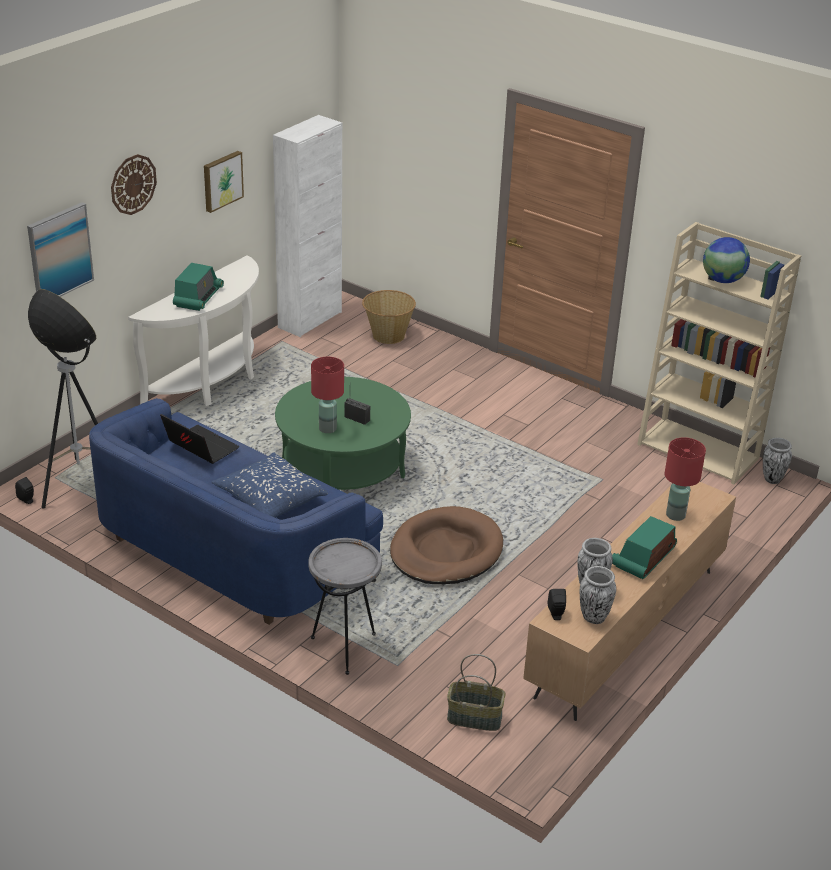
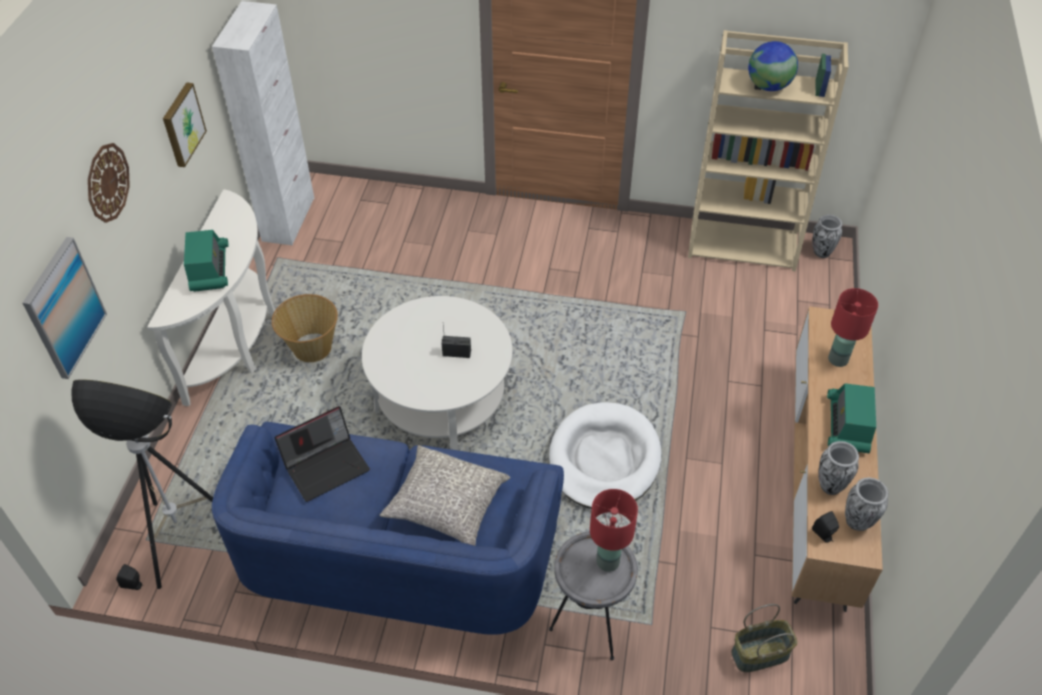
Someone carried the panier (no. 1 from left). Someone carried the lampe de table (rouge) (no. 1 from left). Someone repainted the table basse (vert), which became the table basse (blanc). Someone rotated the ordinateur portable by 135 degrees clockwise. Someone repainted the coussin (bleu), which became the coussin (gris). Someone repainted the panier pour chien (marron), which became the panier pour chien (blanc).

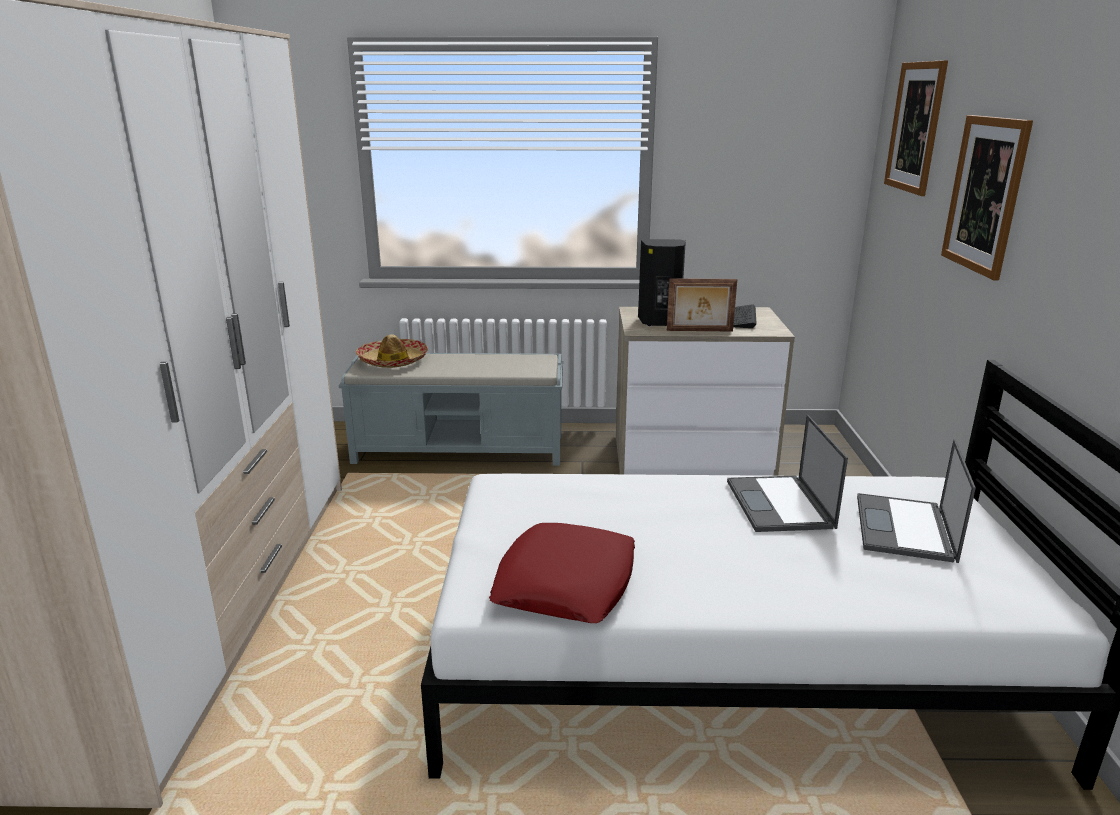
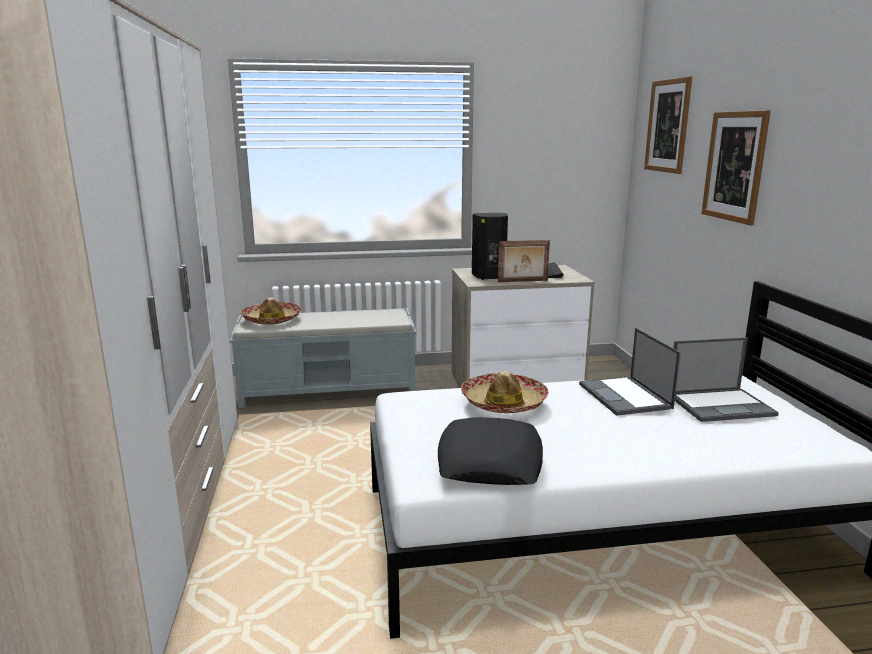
Someone rotated the ordinateur portable (no. 2 from left) by 105 degrees counterclockwise. Someone repainted the coussin (rouge), which became the coussin (noir). Someone put down the chapeau (no. 2 from left).

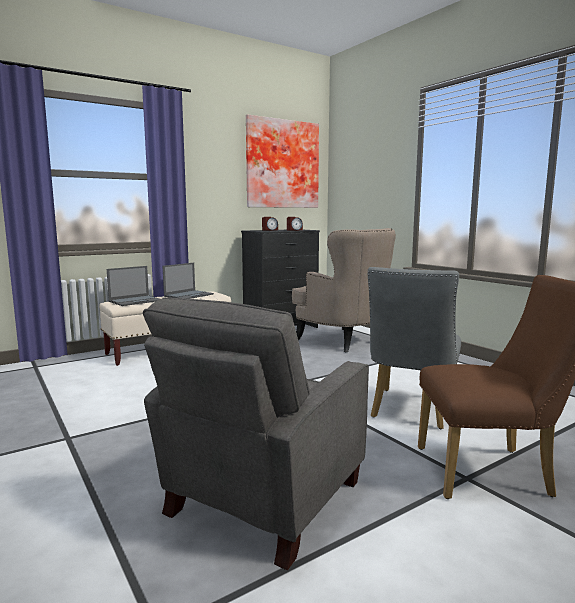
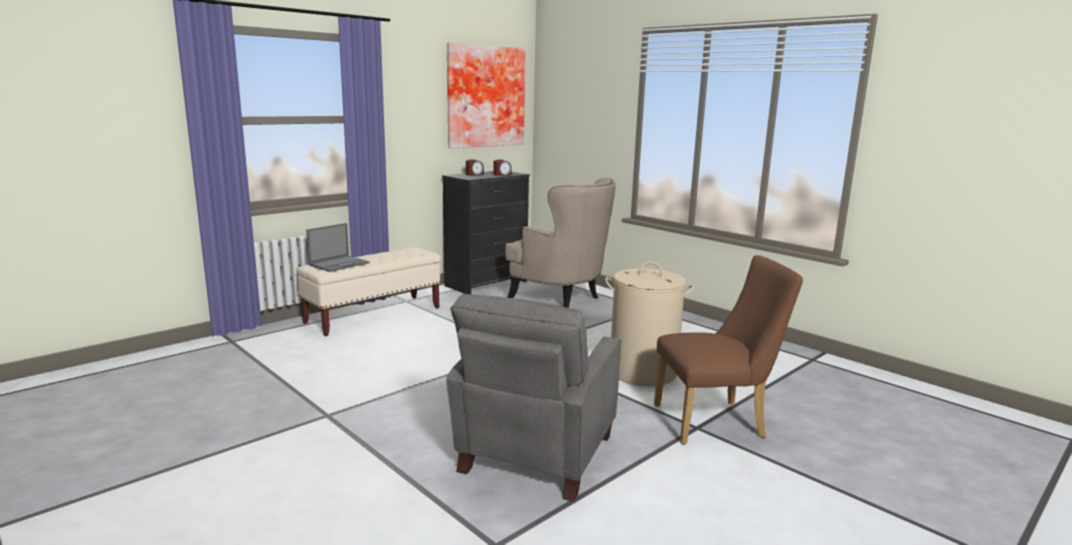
Someone took away the ordinateur portable (no. 2 from left). Someone swapped the chaise (gris) for the panier à linge (beige).

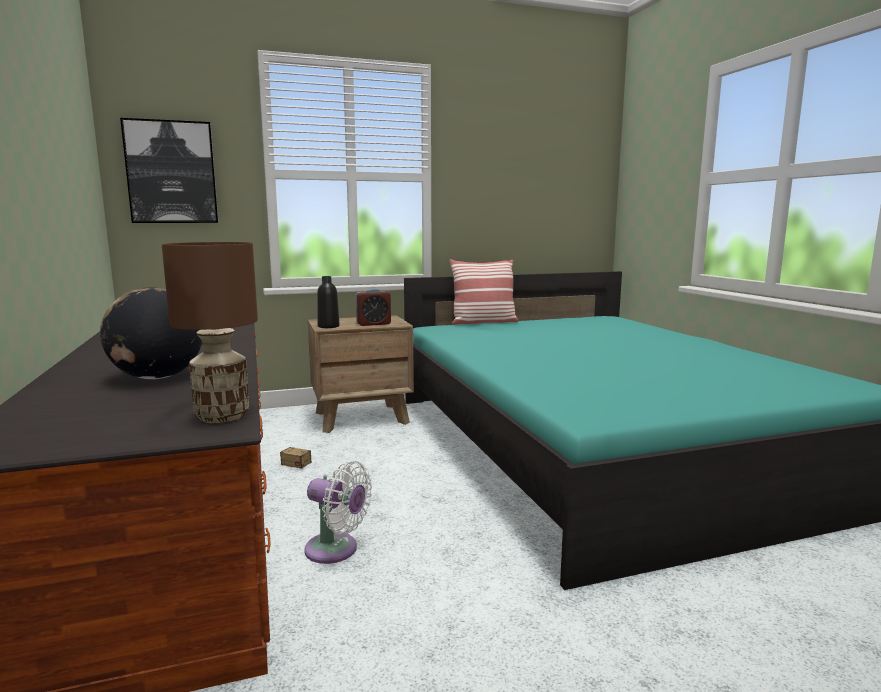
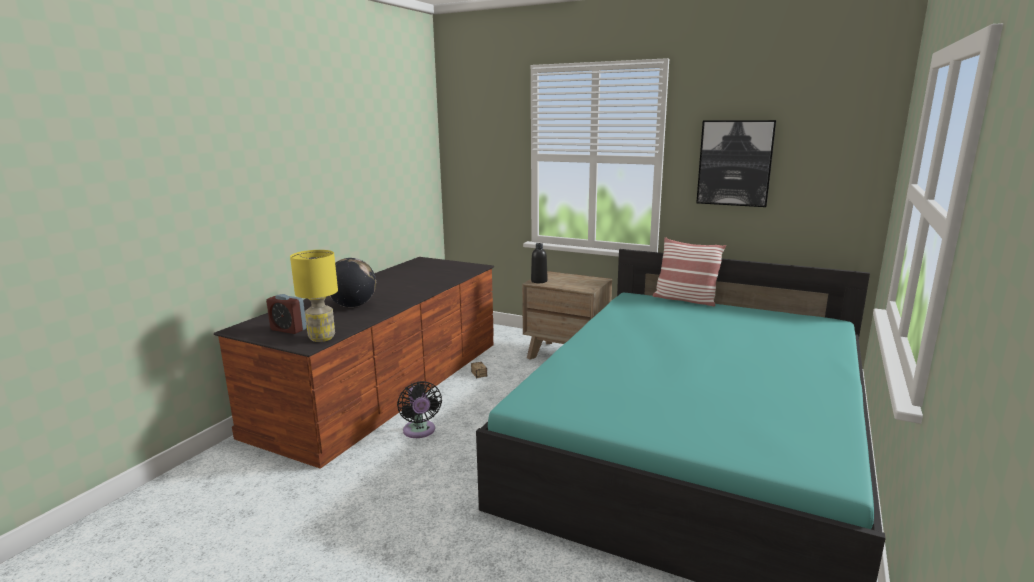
Someone carried the tableau. Someone repainted the lampe de table (marron), which became the lampe de table (jaune). Someone carried the réveil. Someone repainted the ventilateur (blanc), which became the ventilateur (noir).

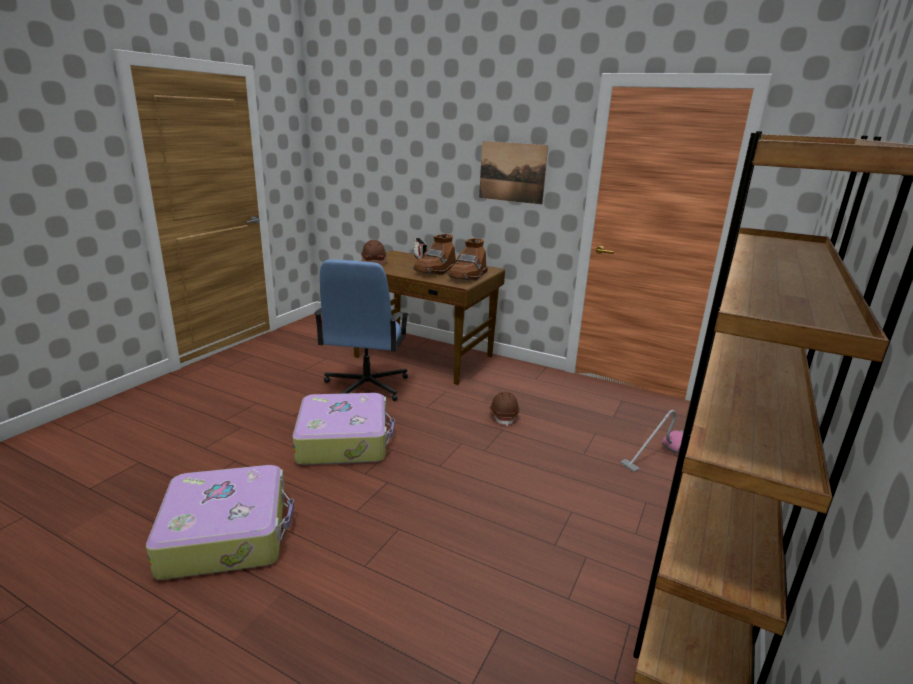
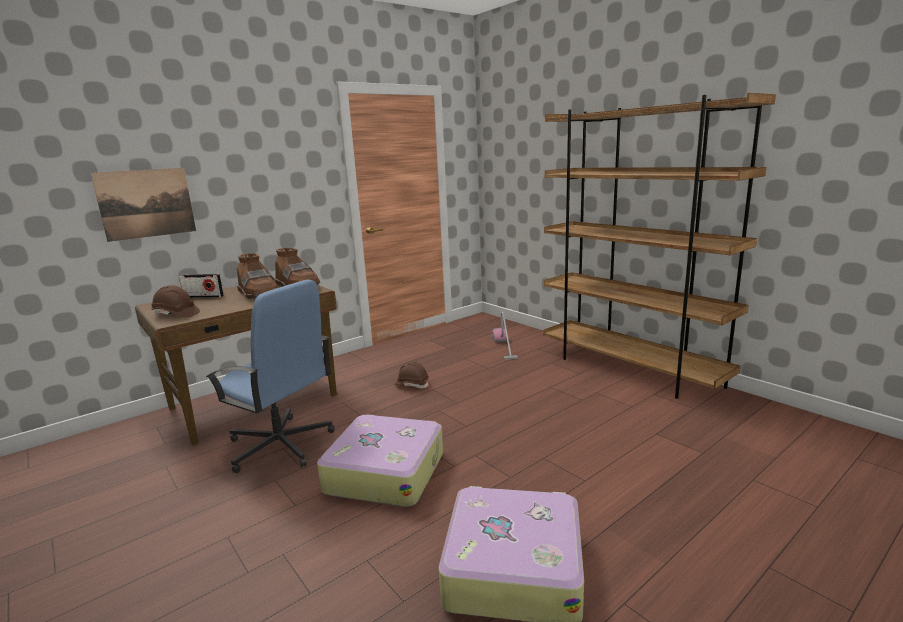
Someone carried the tableau.

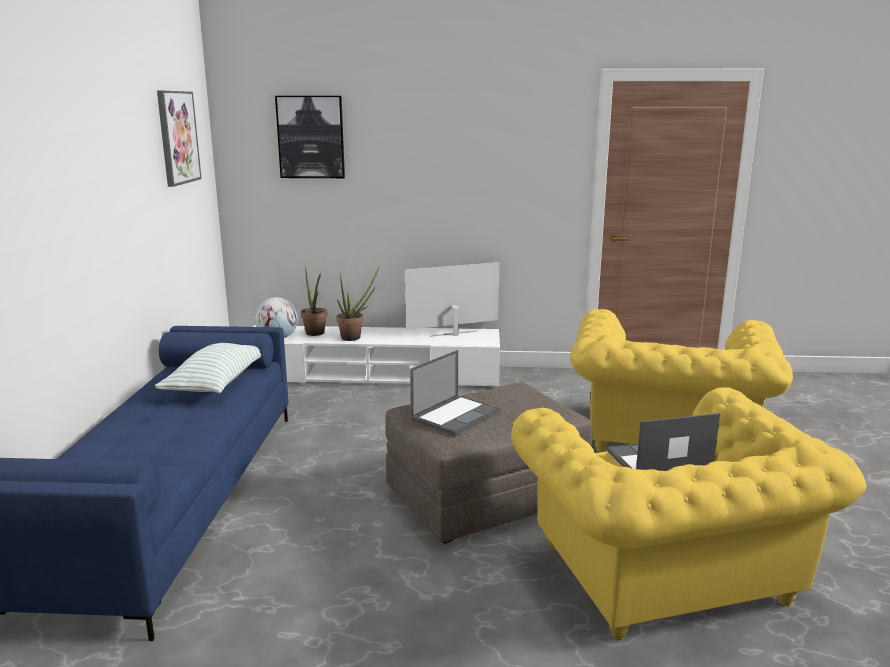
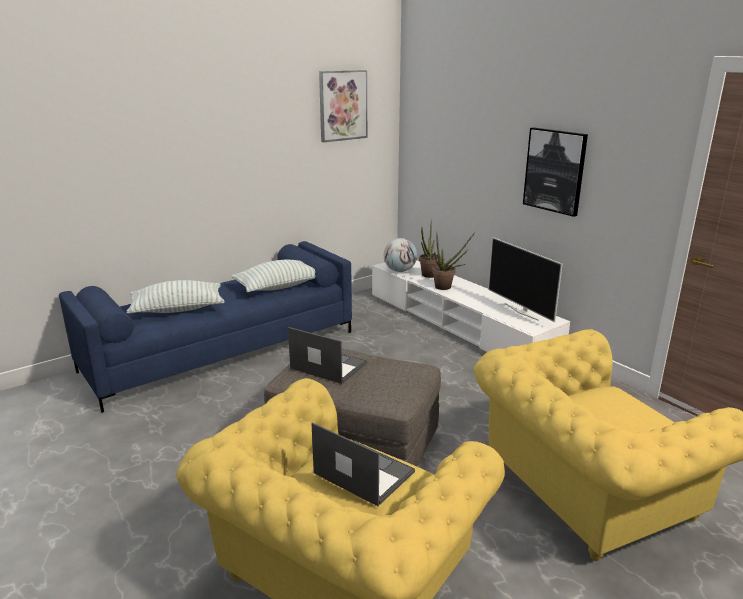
Someone carried the tableau (no. 2 from left). Someone rotated the téléviseur by 150 degrees counterclockwise. Someone rotated the ordinateur portable (no. 1 from left) by 150 degrees counterclockwise. Someone put down the coussin (no. 1 from left).

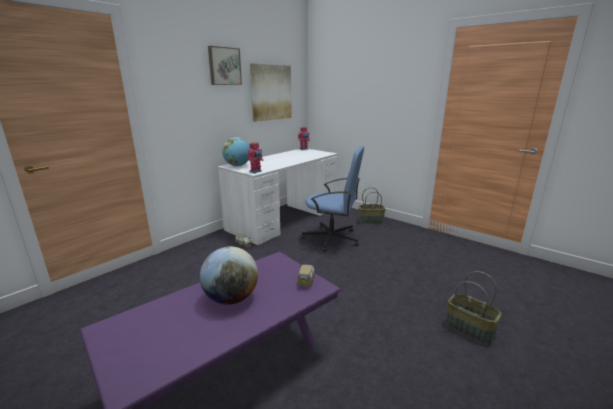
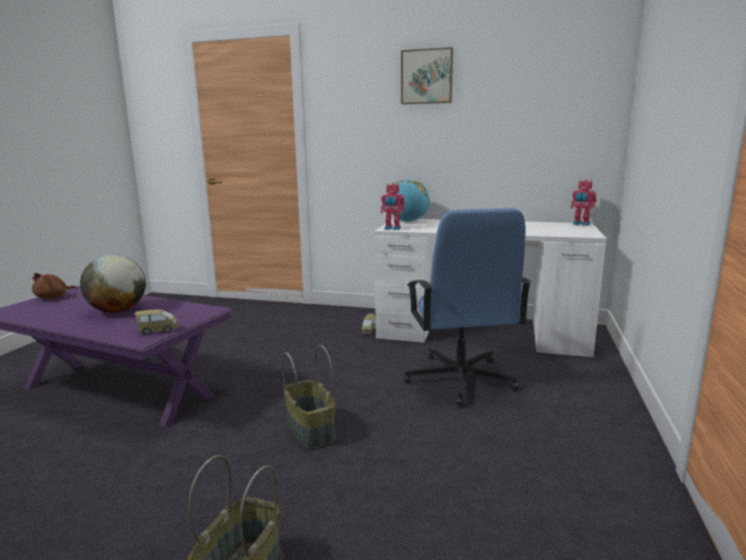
Someone took away the tableau (no. 2 from left). Someone carried the panier (no. 1 from left in the first image). Someone put down the peluche (marron).

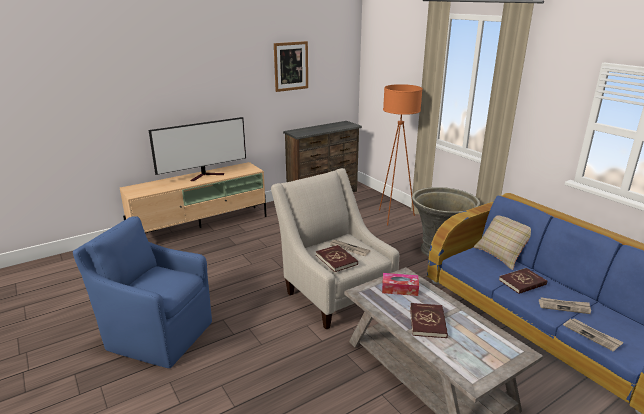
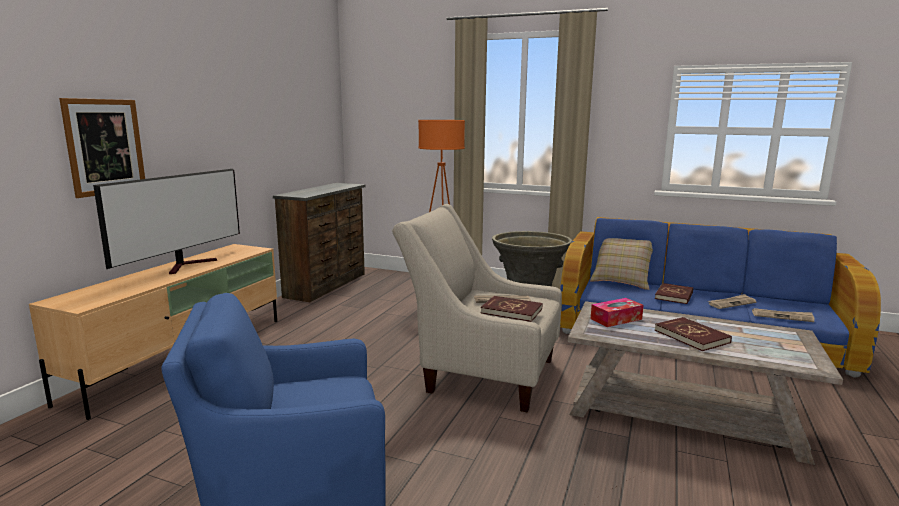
Someone carried the tableau.

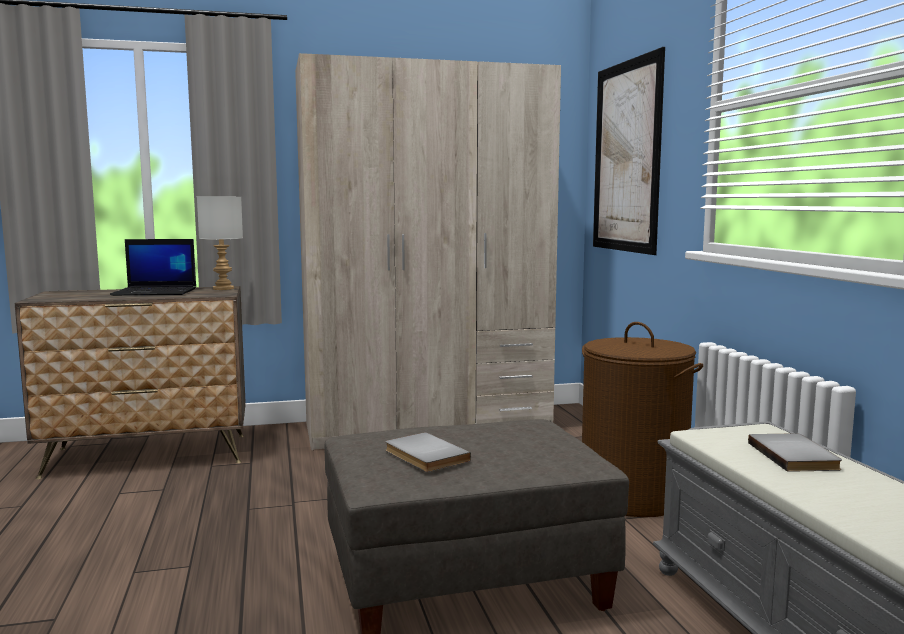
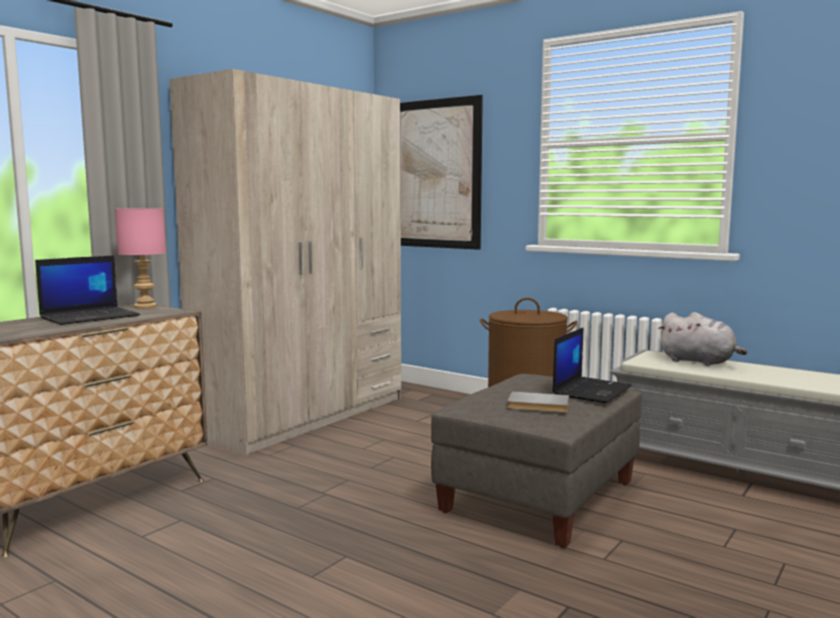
Someone repainted the lampe de table (gris), which became the lampe de table (rose). Someone swapped the livre (gris) (no. 2 from left) for the peluche (gris). Someone put down the ordinateur portable (no. 2 from left).

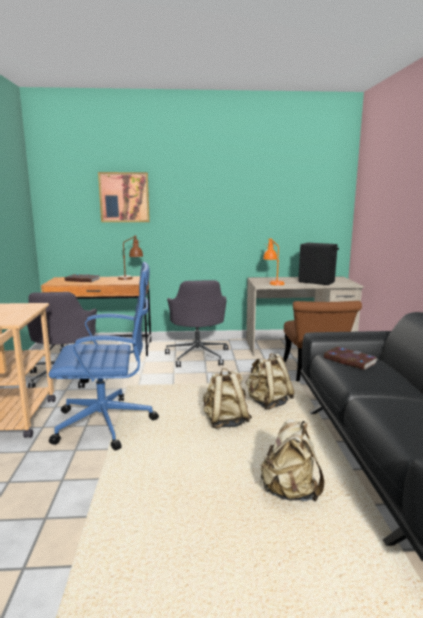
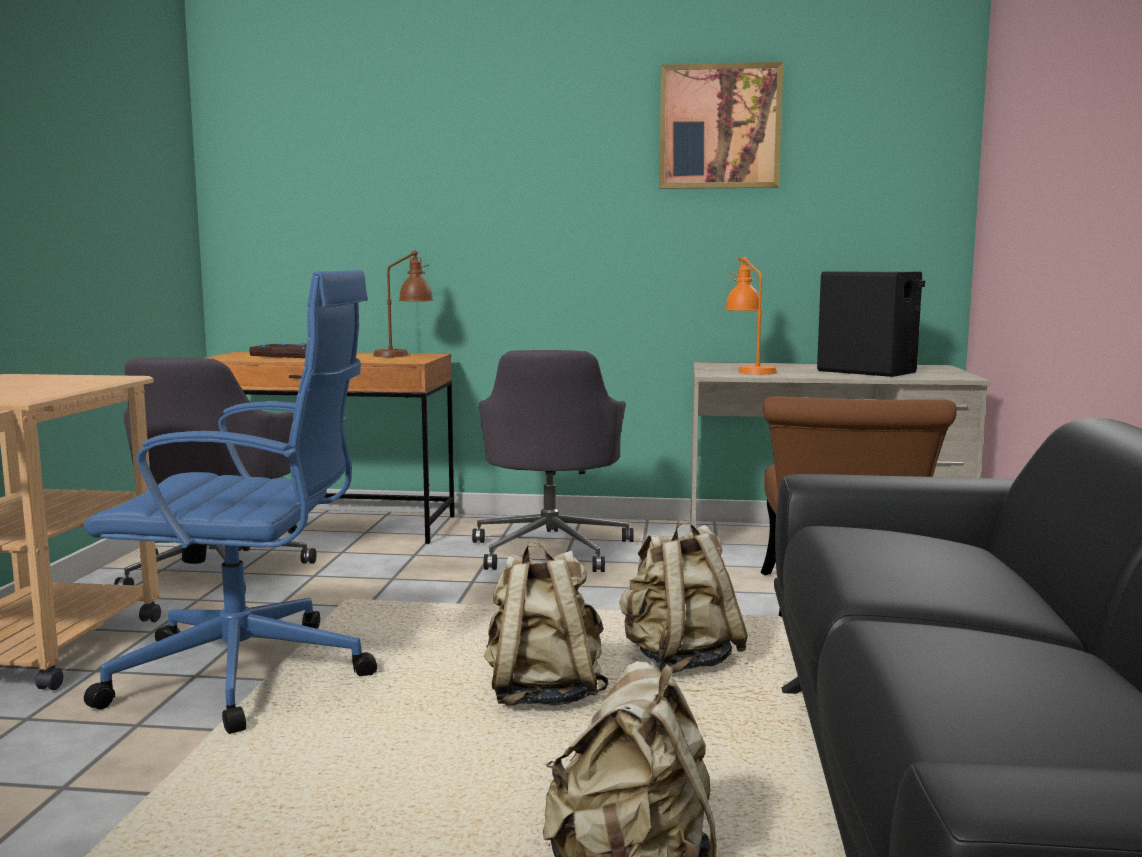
Someone carried the tableau. Someone took away the livre (no. 2 from left).

